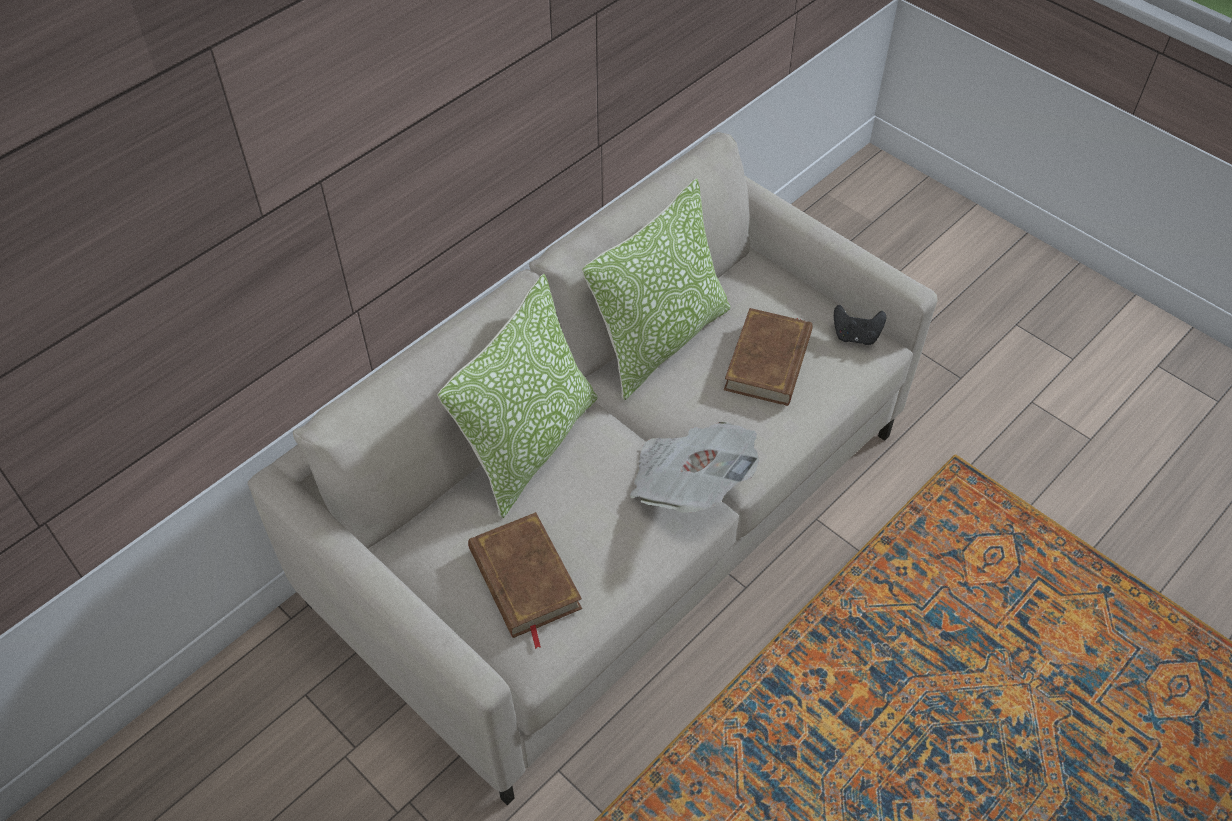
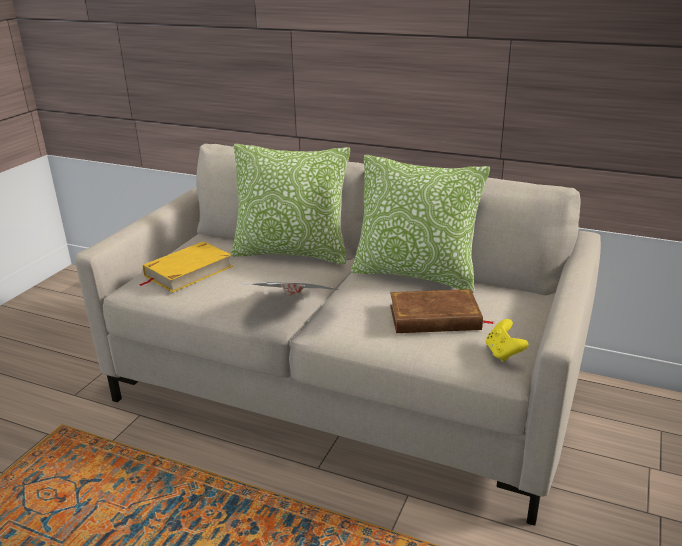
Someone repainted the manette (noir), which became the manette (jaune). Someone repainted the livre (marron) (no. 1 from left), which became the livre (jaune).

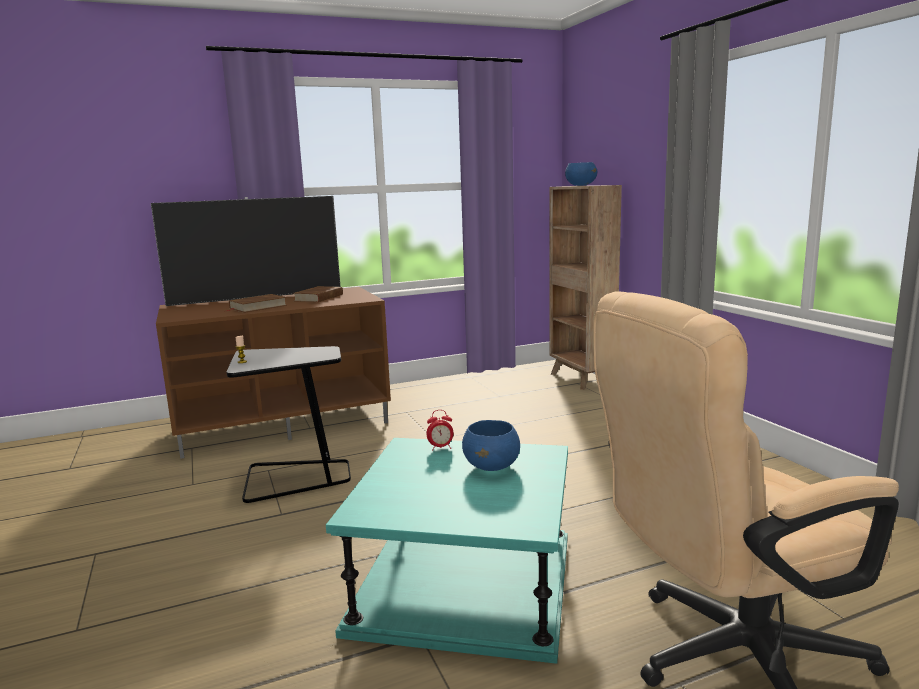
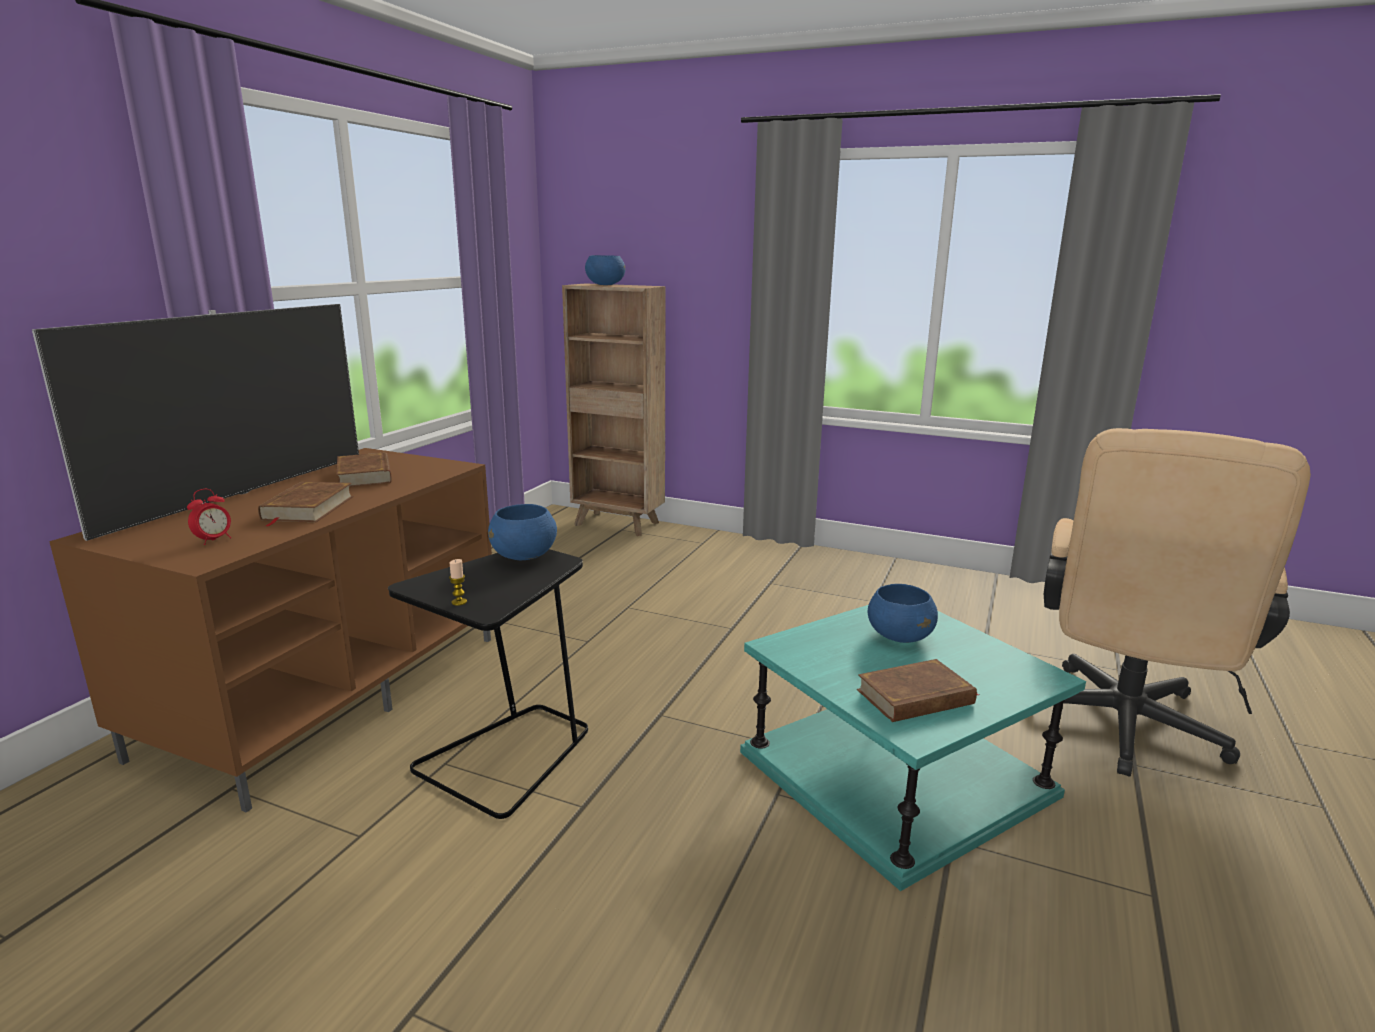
Someone carried the réveil. Someone put down the bol (bleu) (no. 1 from left). Someone put down the livre (marron) (no. 3 from left).

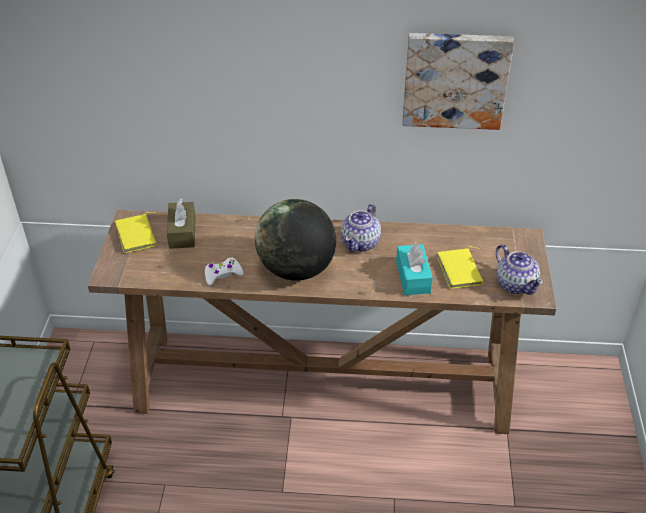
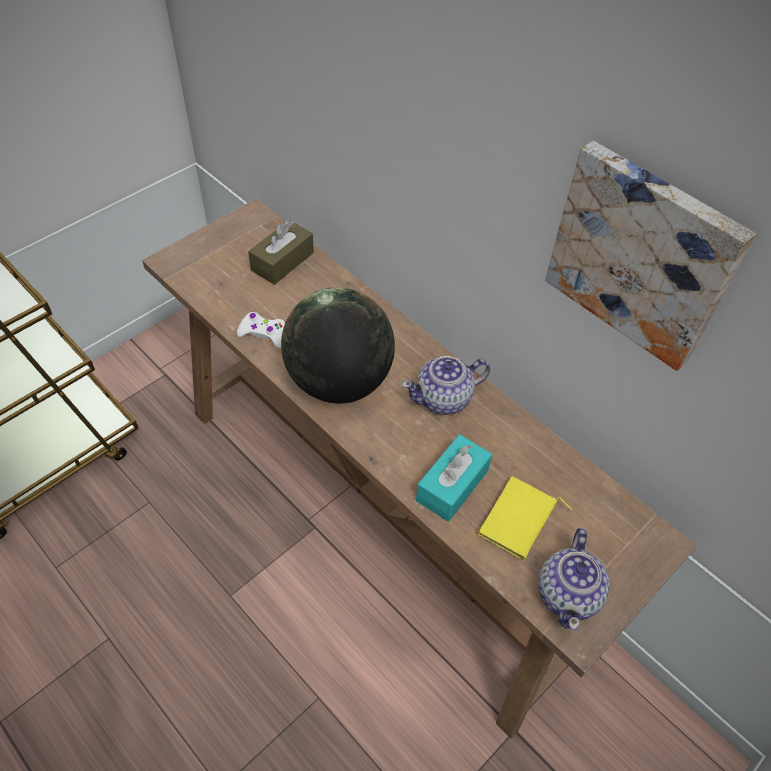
Someone took away the livre (jaune) (no. 1 from left).

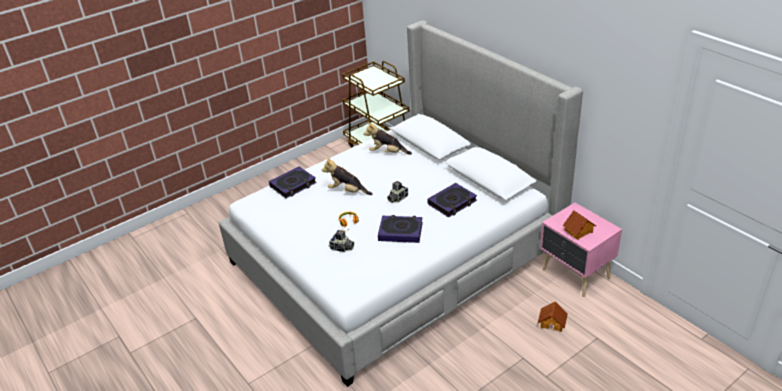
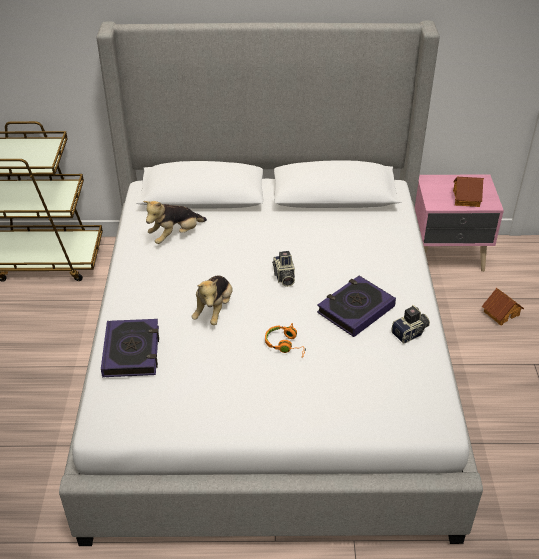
Someone rotated the peluche (no. 1 from left in the first image) by 45 degrees counterclockwise. Someone took away the livre (no. 3 from left). Someone carried the appareil photo (no. 1 from left in the first image).

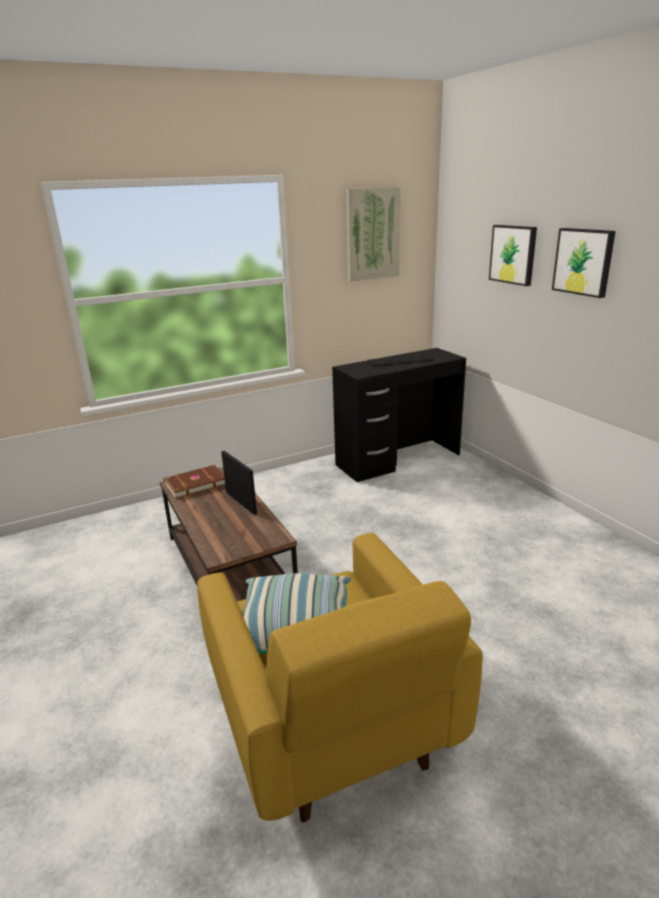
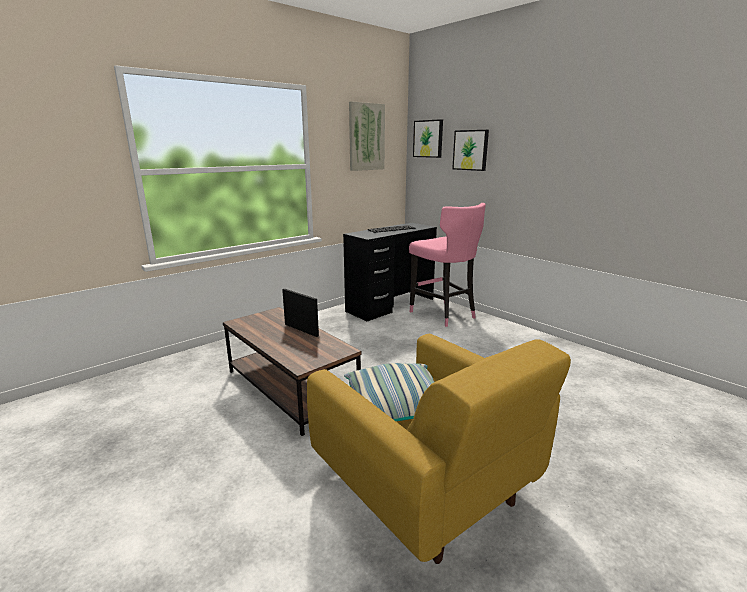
Someone carried the tableau (no. 3 from left in the first image). Someone took away the livre (marron). Someone put down the tabouret (rose).

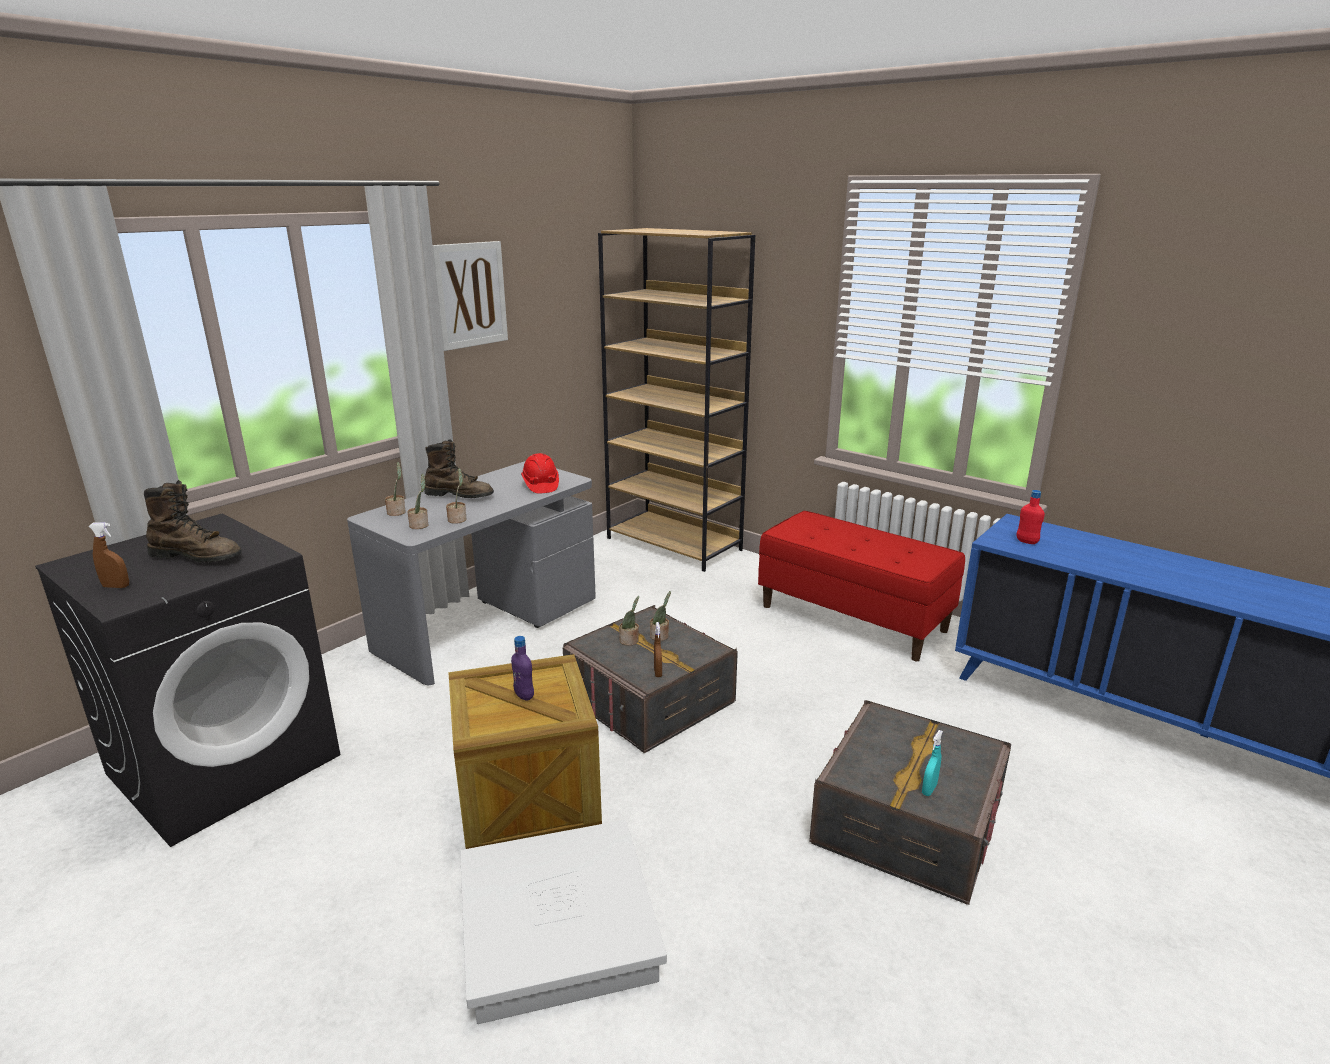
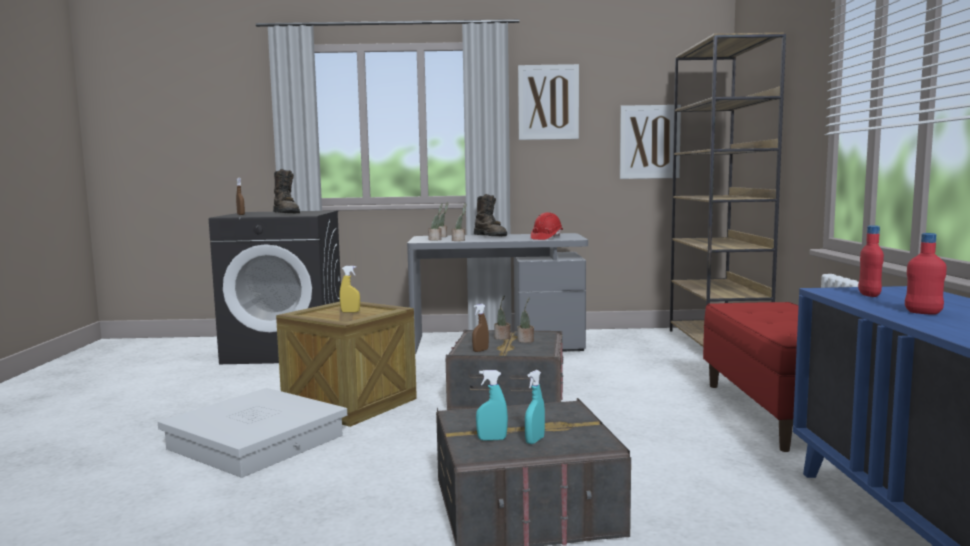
Someone swapped the bouteille (violet) for the vaporisateur (jaune). Someone put up the tableau (no. 2 from left). Someone put down the bouteille (rouge) (no. 2 from left). Someone put down the vaporisateur (turquoise) (no. 2 from left).

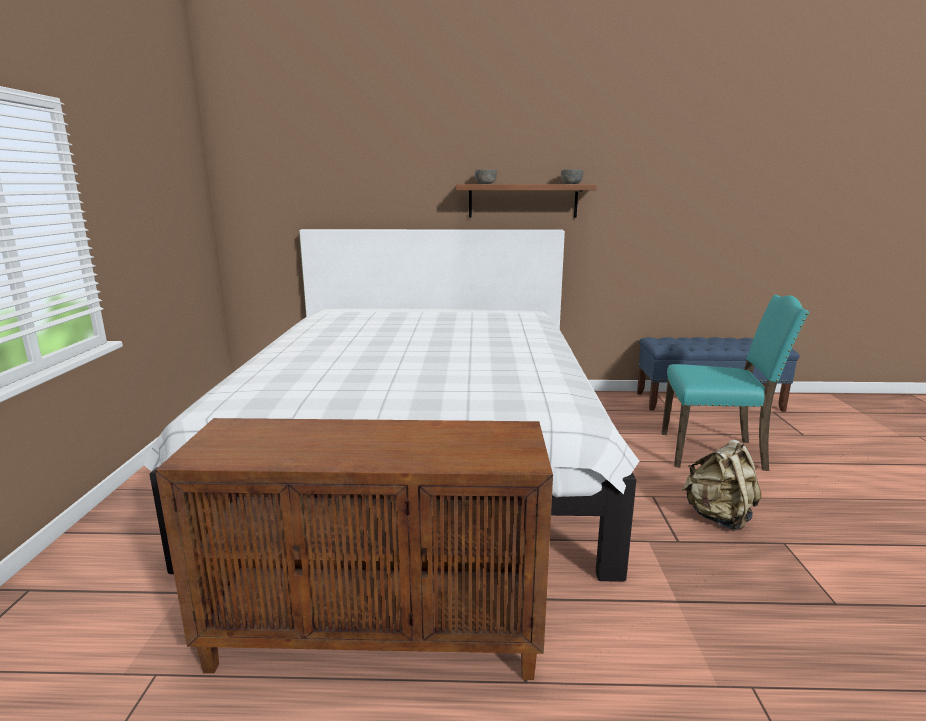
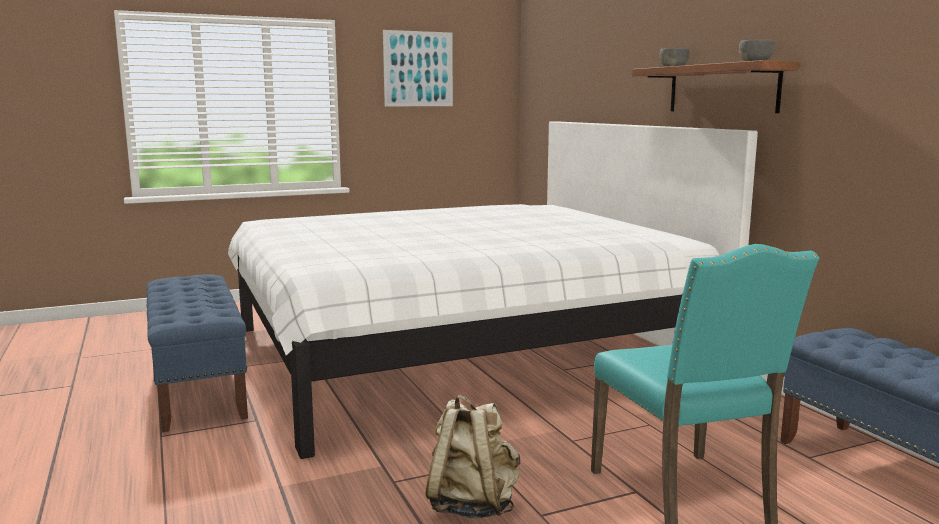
Someone swapped the meuble de rangement (marron) for the banc (bleu) (no. 1 from left). Someone put up the tableau.

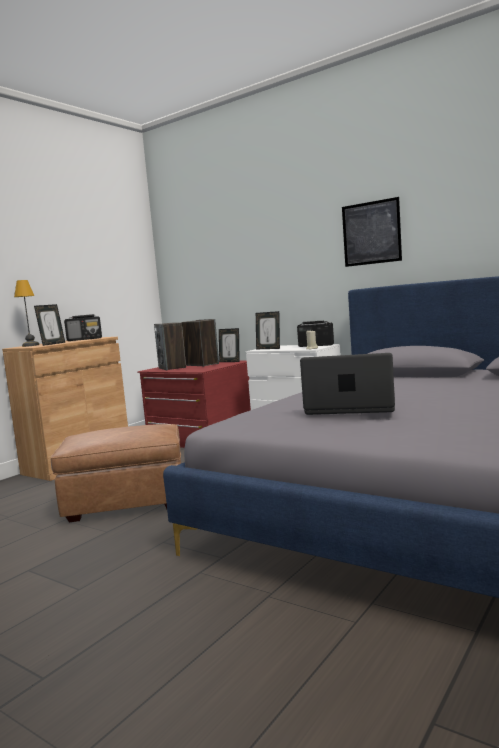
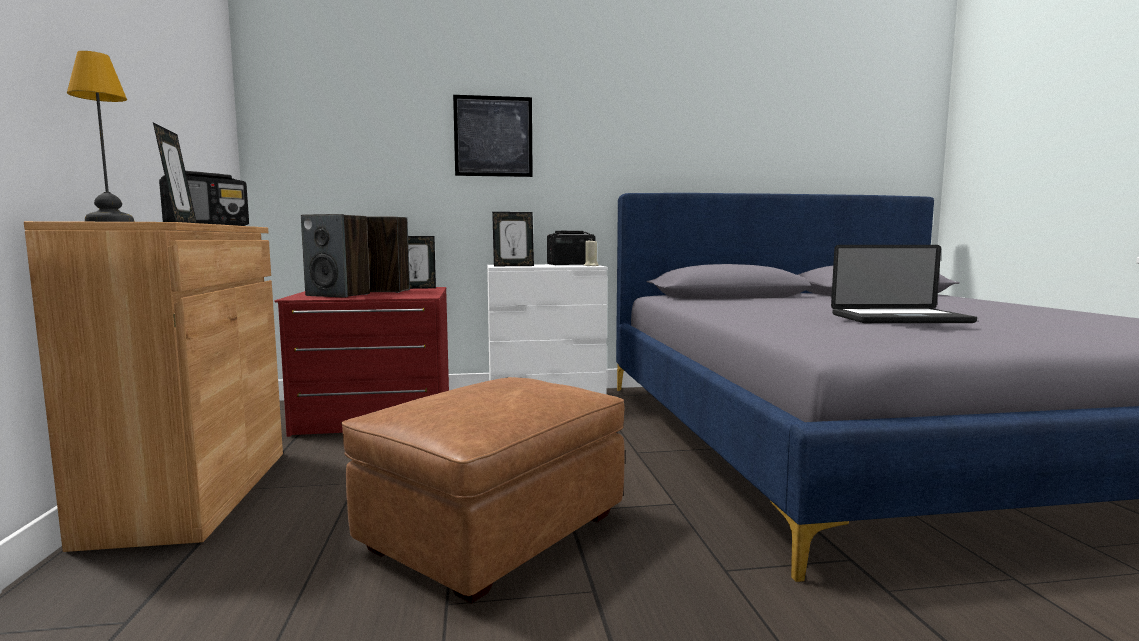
Someone carried the tableau. Someone rotated the ordinateur portable by 150 degrees counterclockwise.

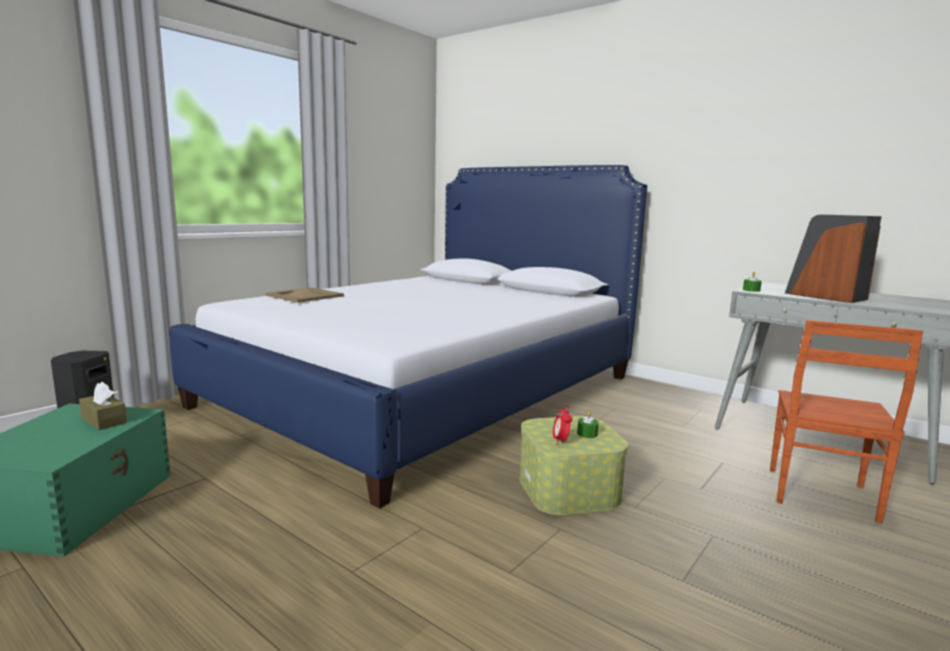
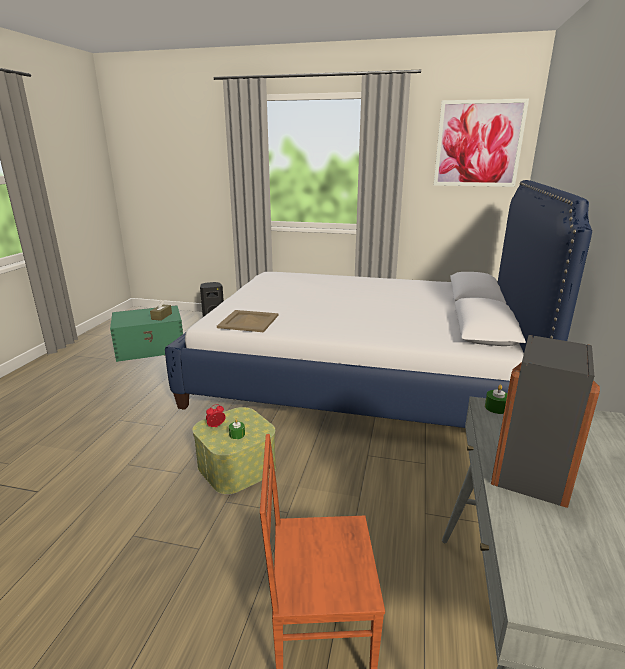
Someone carried the plateau (beige). Someone put up the tableau.

